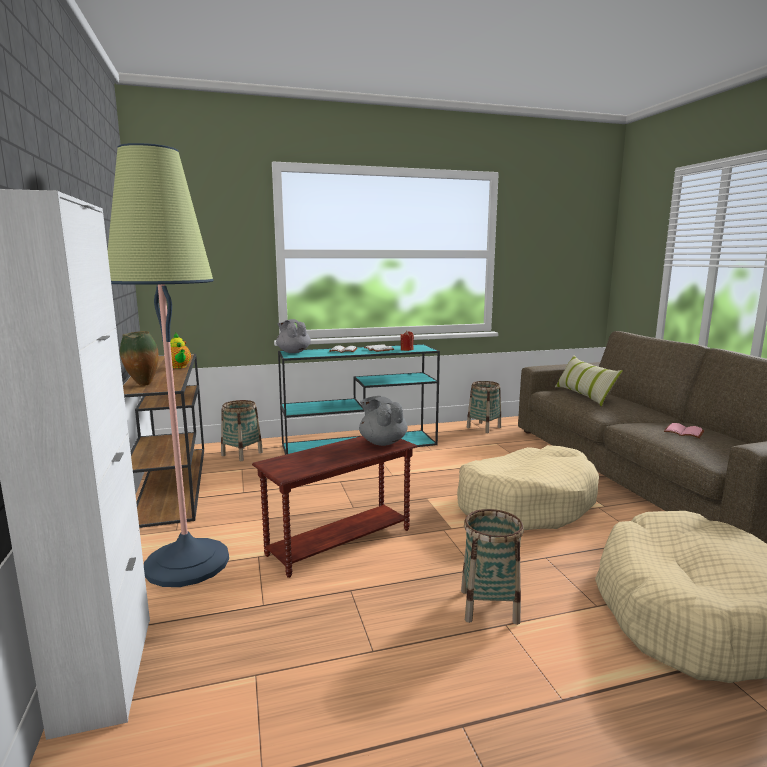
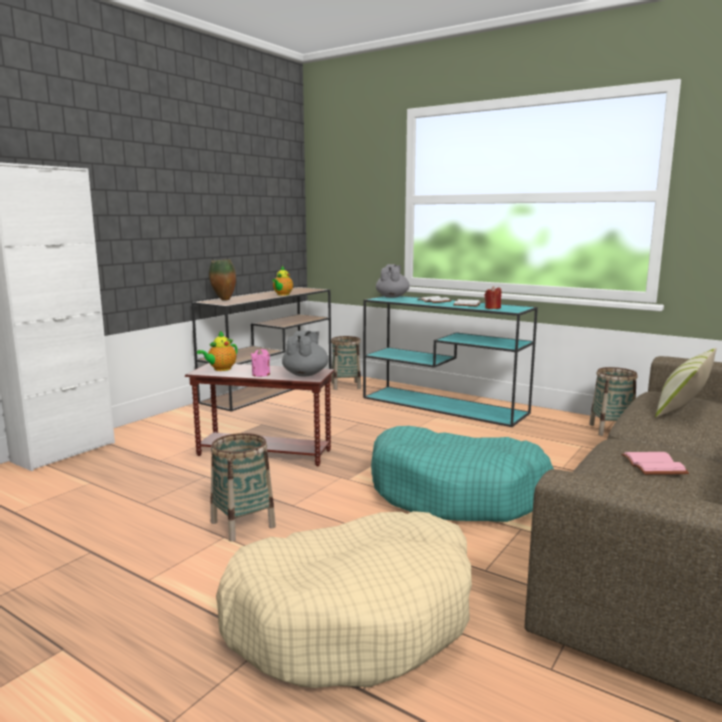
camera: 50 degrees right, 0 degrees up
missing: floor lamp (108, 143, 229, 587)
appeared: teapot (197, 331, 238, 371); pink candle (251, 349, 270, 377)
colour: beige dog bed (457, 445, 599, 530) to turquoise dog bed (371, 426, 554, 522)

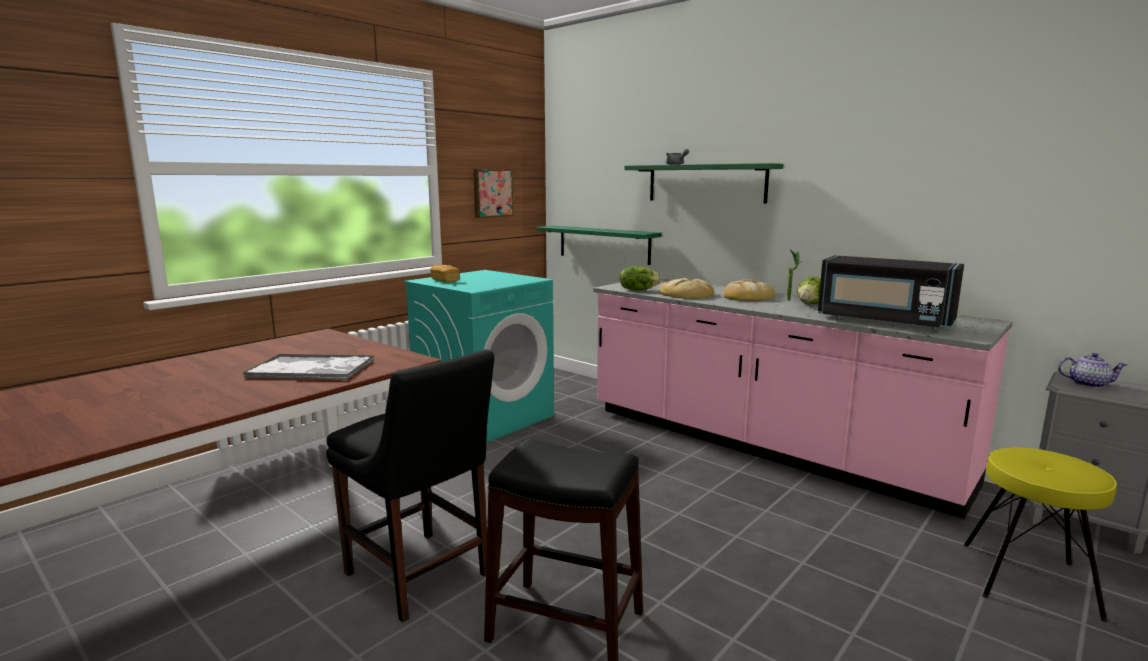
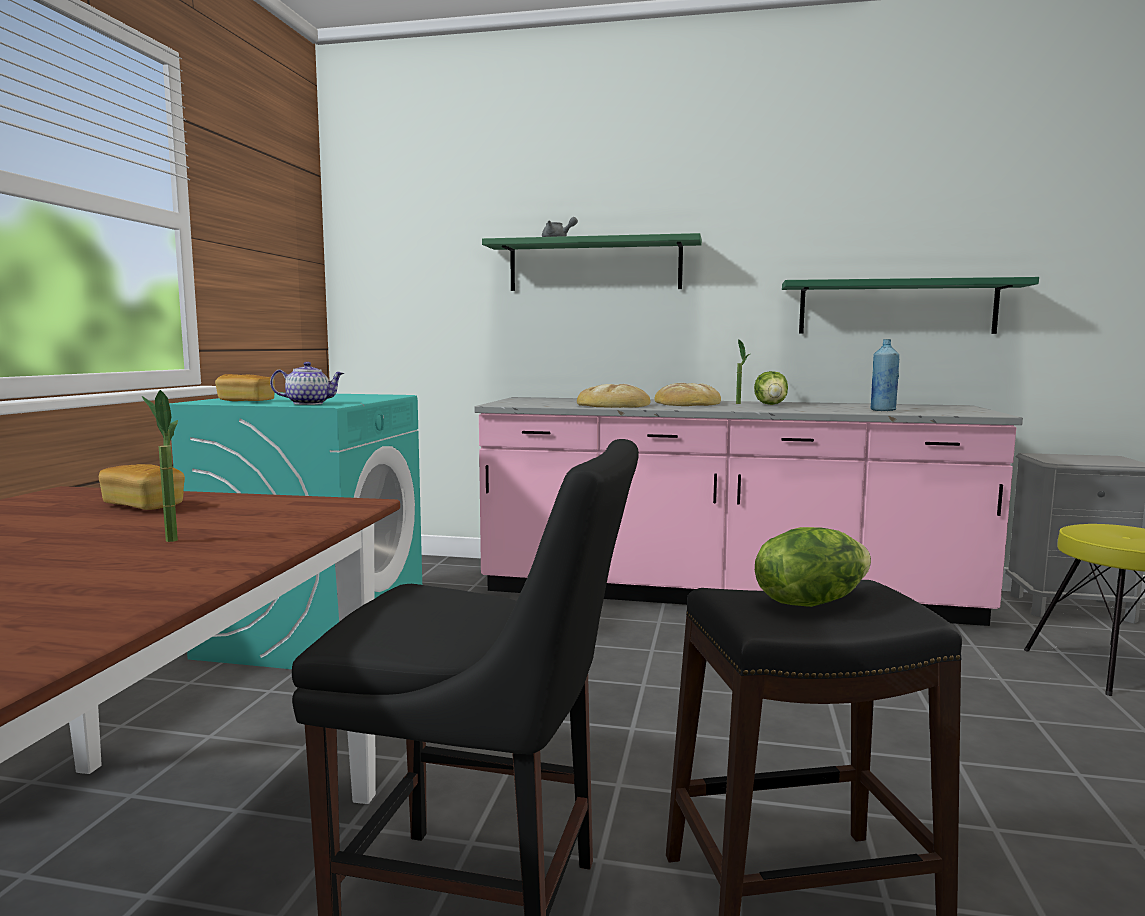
camera: 30 degrees left, 5 degrees down
missing: picture (473, 169, 514, 218)
appeared: bread (99, 464, 185, 510)
relocated: green shelf (536, 226, 662, 265) to (782, 277, 1039, 334); lettuce (620, 266, 661, 290) to (755, 527, 871, 607); teapot (1058, 353, 1128, 388) to (270, 362, 344, 405)
exchanged: tray (243, 354, 374, 380) to potted plant (142, 390, 178, 542); black microwave (818, 255, 964, 331) to blue bottle (871, 339, 899, 411)

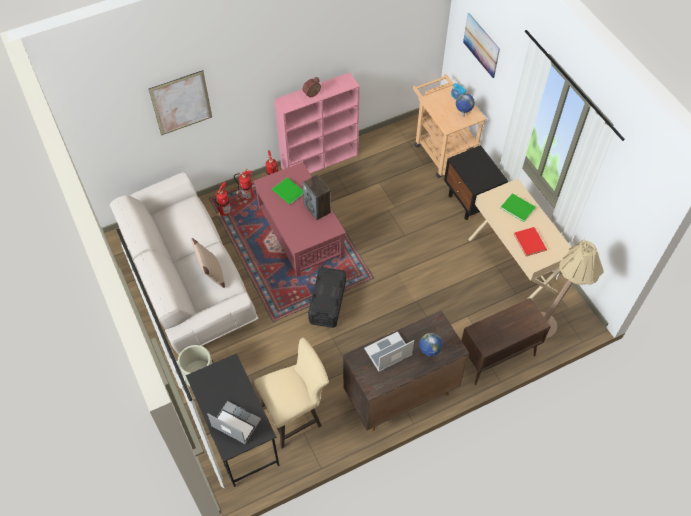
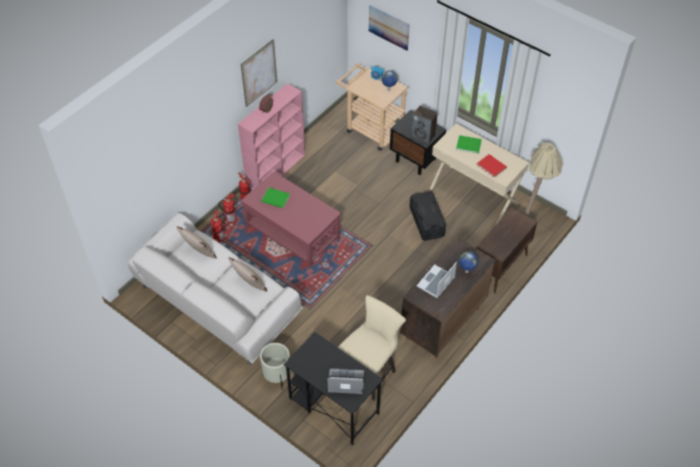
camera: 25 degrees left, 5 degrees down
appeared: beige pillow (177, 226, 217, 259)
relocated: picture (149, 70, 212, 135) to (241, 39, 277, 107); speaker (302, 175, 331, 220) to (411, 106, 438, 144); black storage box (308, 267, 346, 328) to (410, 191, 446, 241)

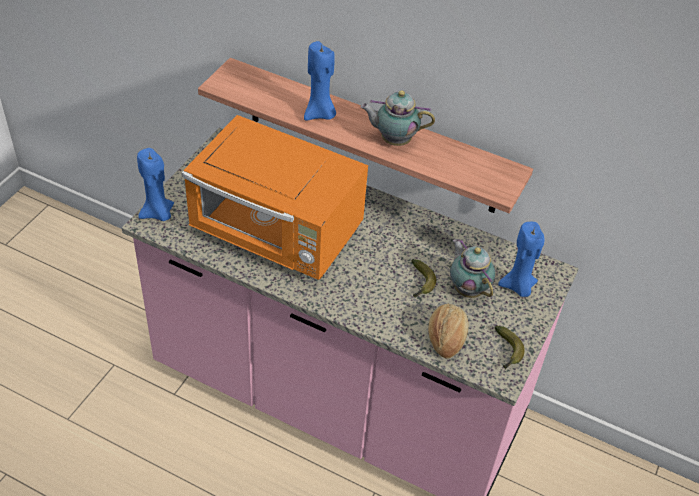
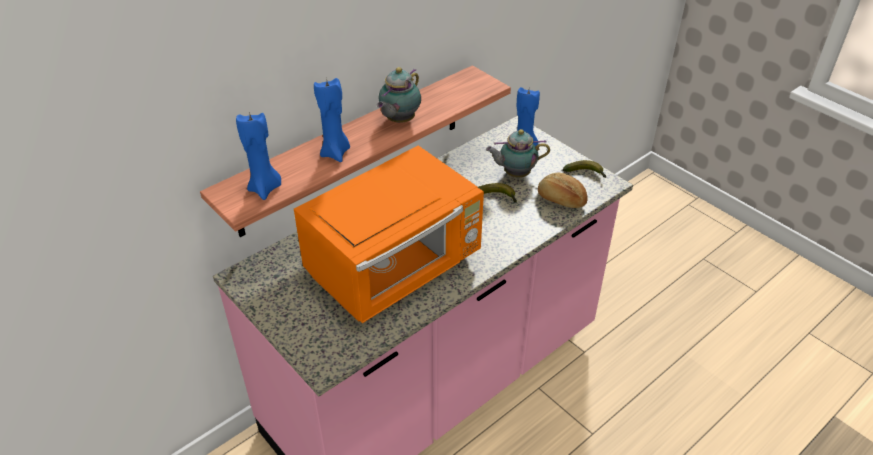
camera: 65 degrees left, 5 degrees down
relocated: blue candle (137, 148, 174, 221) to (236, 112, 281, 200)

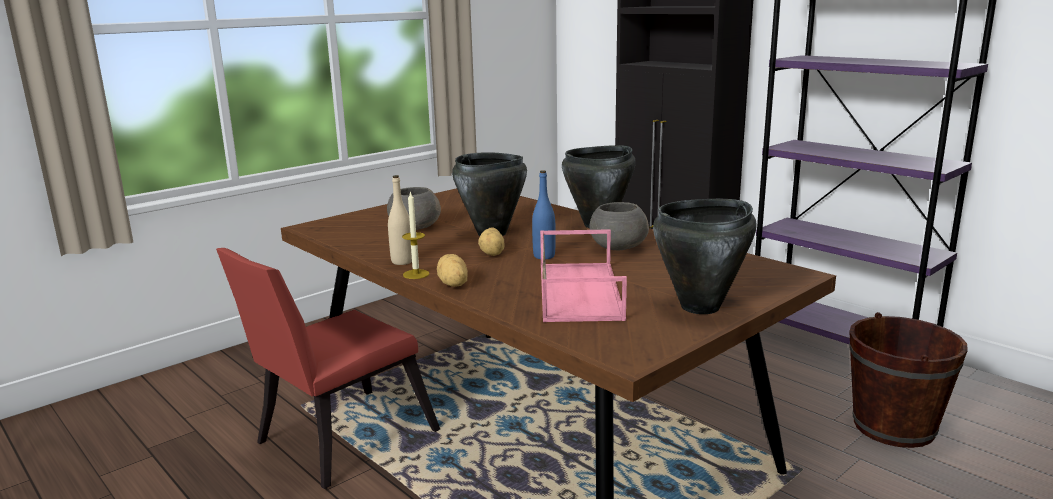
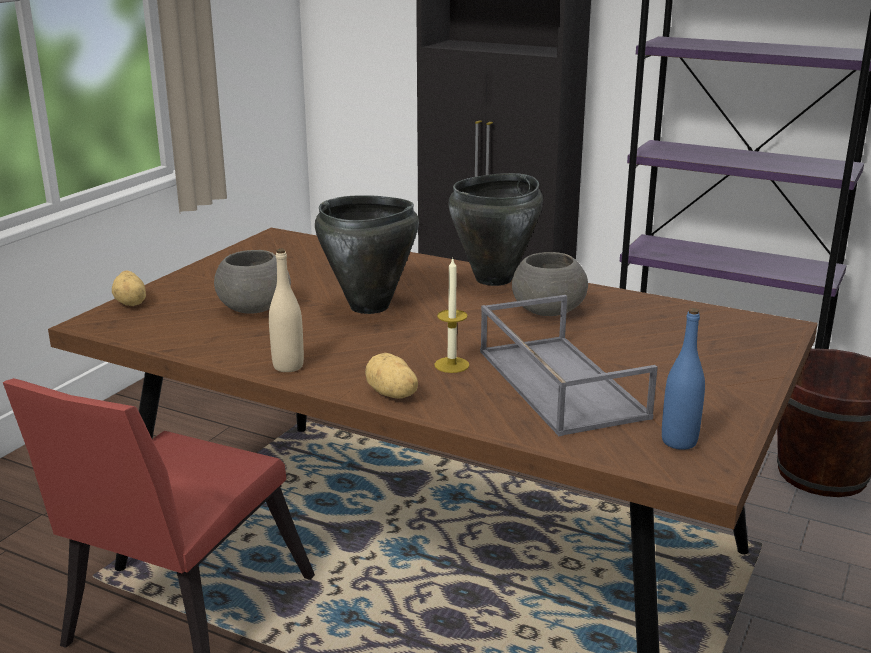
camera: 20 degrees left, 5 degrees up
missing: black cooking pot (653, 199, 757, 314)
relocated: candle (402, 191, 429, 279) to (434, 258, 470, 373); potato (478, 227, 504, 256) to (112, 271, 146, 306); blue bottle (532, 170, 556, 259) to (662, 308, 705, 450)
colour: pink tray (540, 229, 627, 322) to grey tray (480, 295, 658, 436)

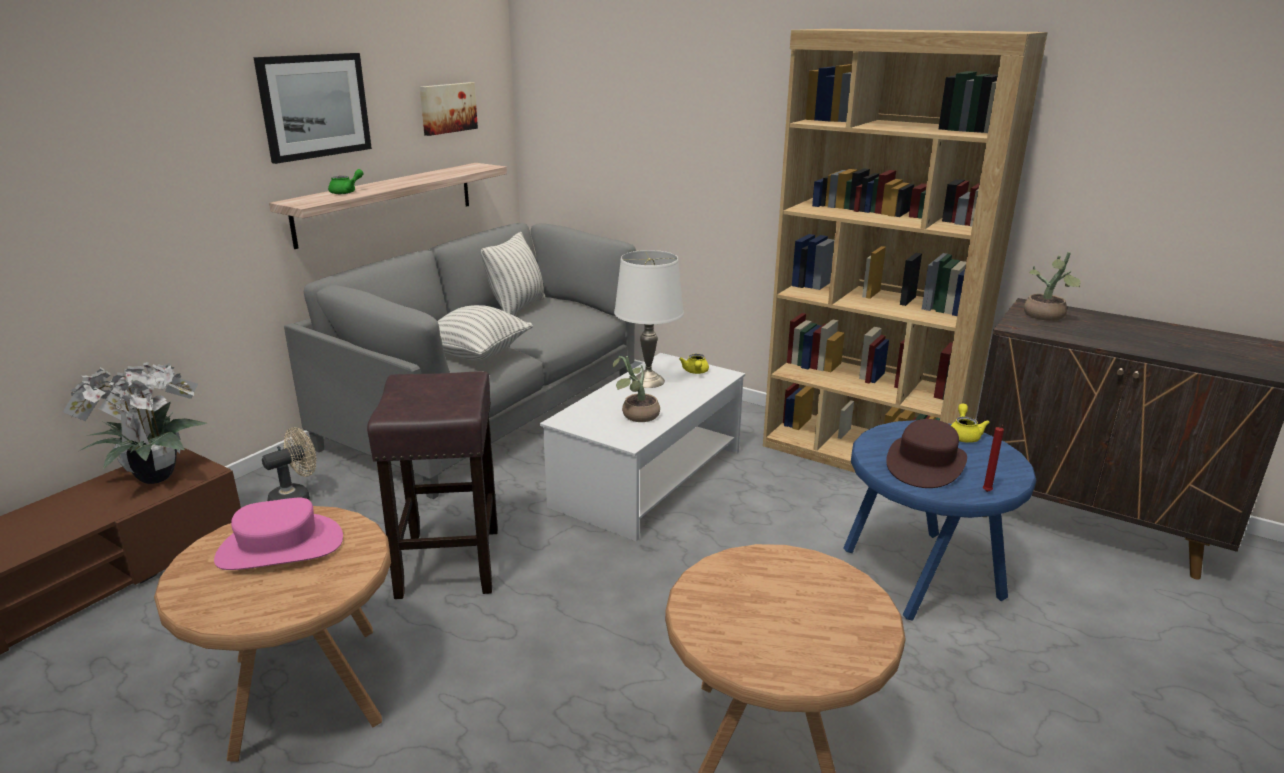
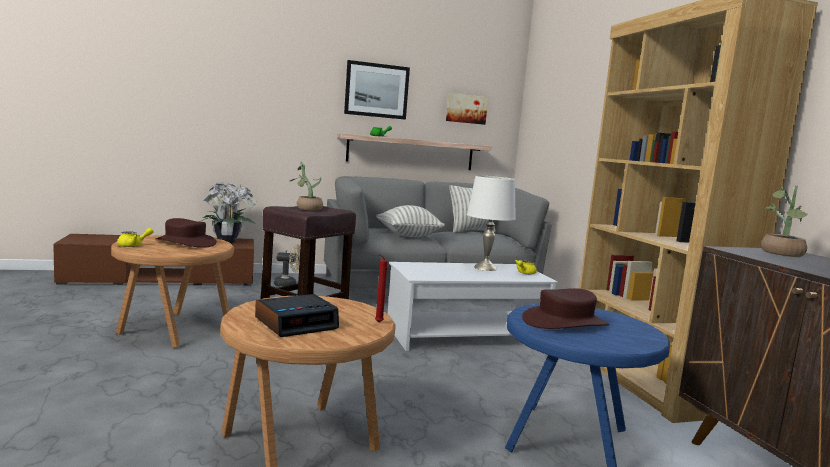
camera: 40 degrees right, 15 degrees down
appeared: alarm clock (255, 294, 339, 337)
relocated: potted plant (613, 356, 660, 422) to (290, 162, 323, 210); yellow teapot (951, 404, 990, 443) to (117, 228, 154, 247); red candle (983, 425, 1004, 492) to (375, 254, 387, 323)
colour: pink hat (214, 498, 343, 570) to brown hat (155, 218, 217, 248)

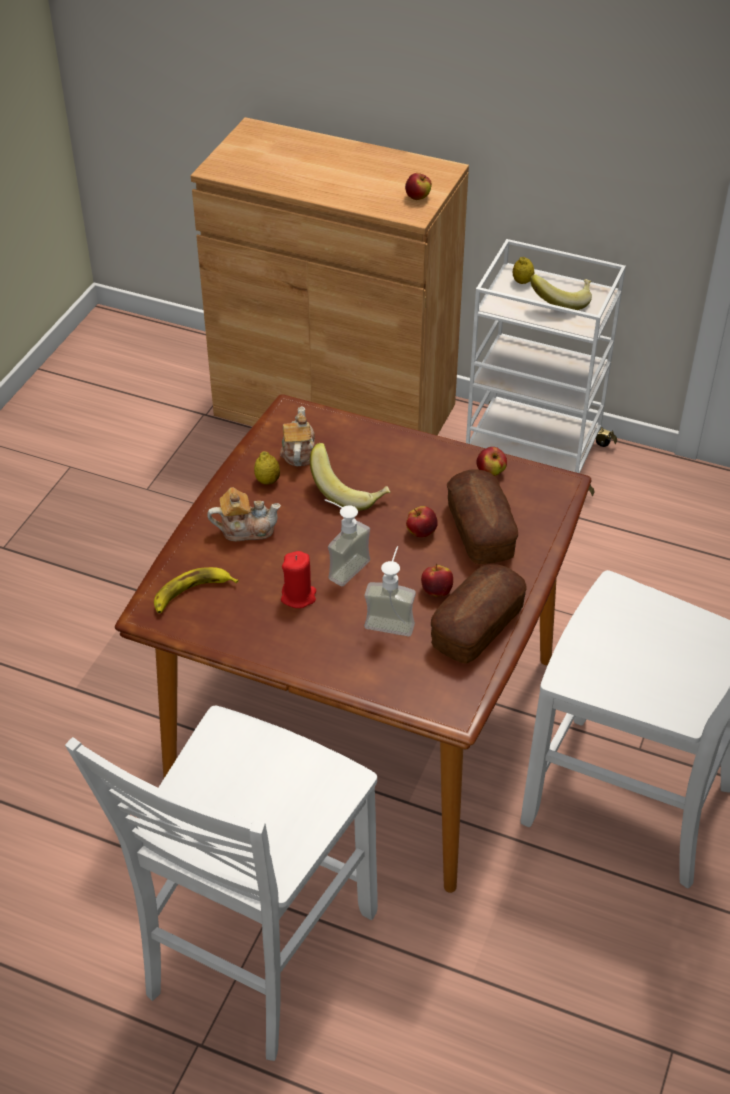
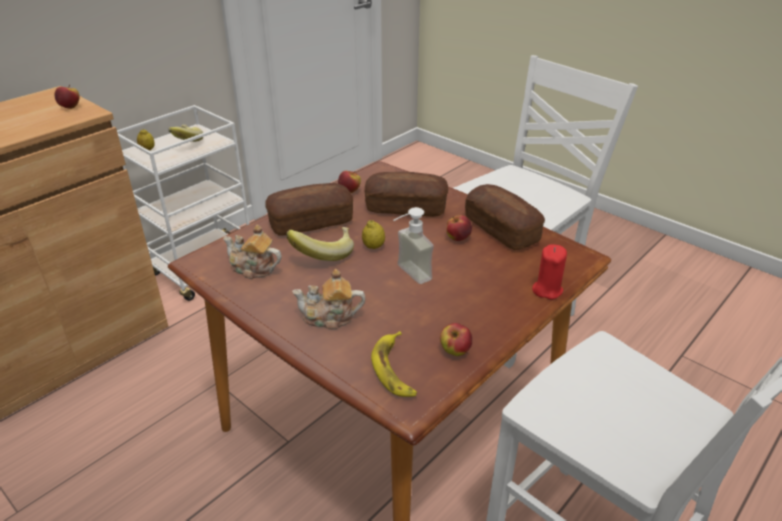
camera: 70 degrees left, 10 degrees down
missing: soap dispenser (364, 546, 416, 636)
appeared: bread (265, 183, 353, 235)
relocated: lemon (254, 451, 280, 485) to (362, 220, 385, 249); red candle (281, 551, 316, 608) to (532, 244, 567, 299); apple (406, 506, 438, 537) to (440, 323, 472, 356)
spun: teapot (207, 487, 281, 541) = (292, 269, 365, 330) 105 degrees counterclockwise

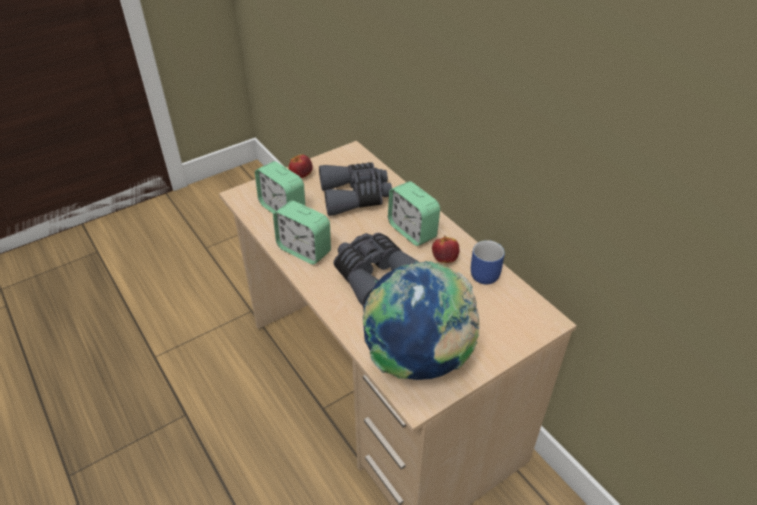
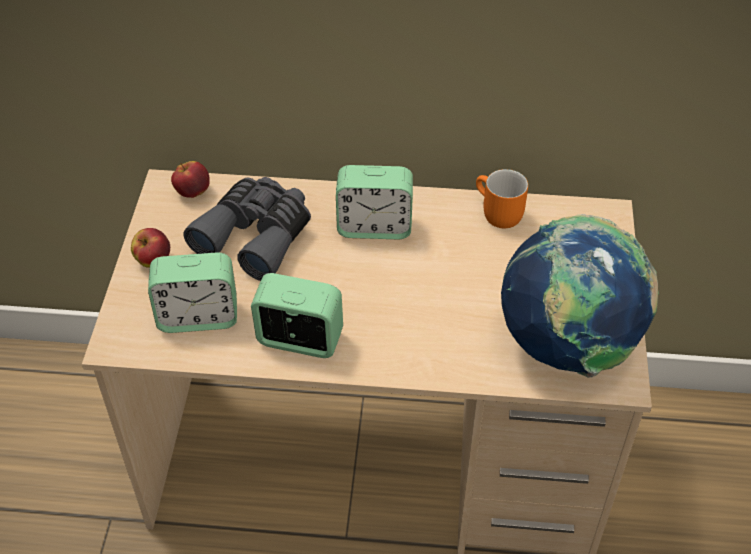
camera: 50 degrees left, 5 degrees up
missing: grey binoculars (334, 233, 419, 307)
relocated: apple (432, 235, 459, 263) to (171, 161, 210, 198)
colour: blue mug (471, 240, 505, 284) to orange mug (476, 169, 528, 228)
spun: alarm clock (273, 201, 331, 265) = (251, 273, 343, 358) 150 degrees counterclockwise

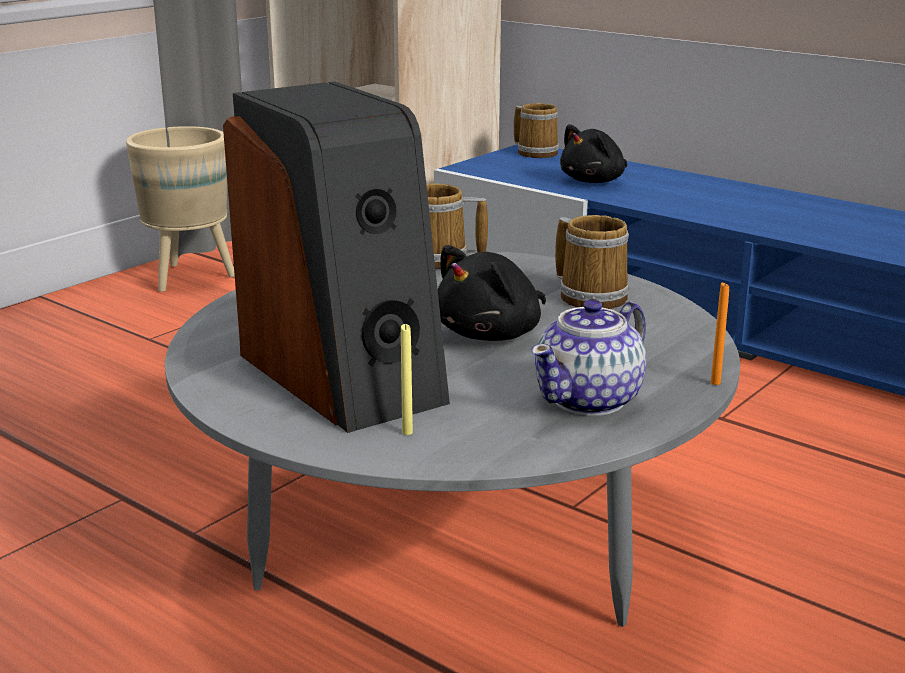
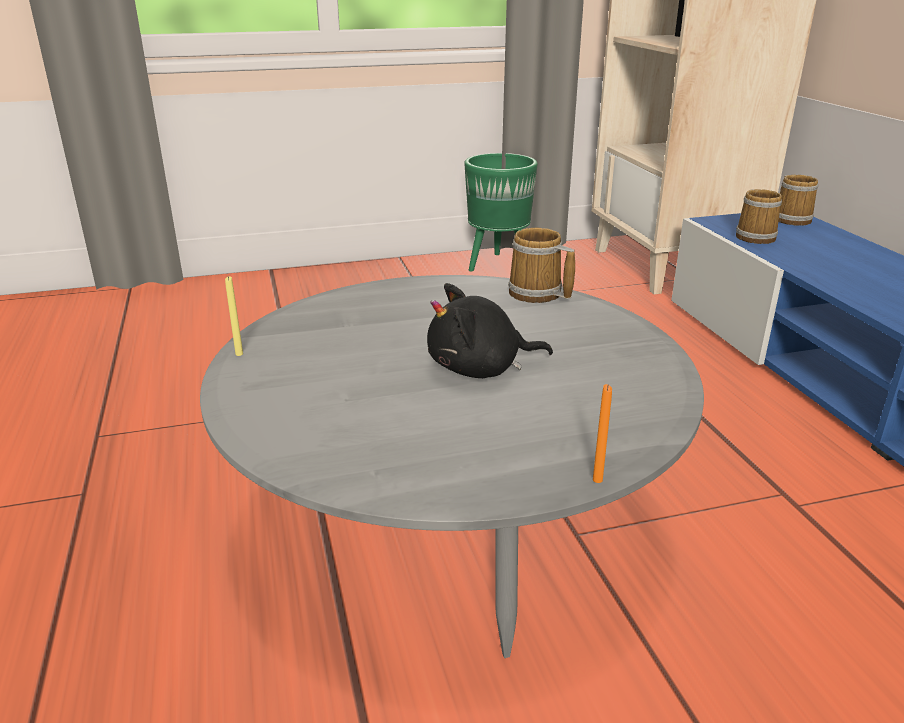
camera: 35 degrees right, 5 degrees up
missing: speaker (223, 82, 450, 433); teapot (531, 299, 646, 416); black plush toy (560, 124, 627, 183)
relocated: yellow candle (401, 324, 413, 435) to (225, 276, 243, 356); mug (555, 215, 629, 309) to (736, 189, 782, 244)
colour: beige planter (126, 126, 235, 292) to green planter (464, 153, 538, 271)

